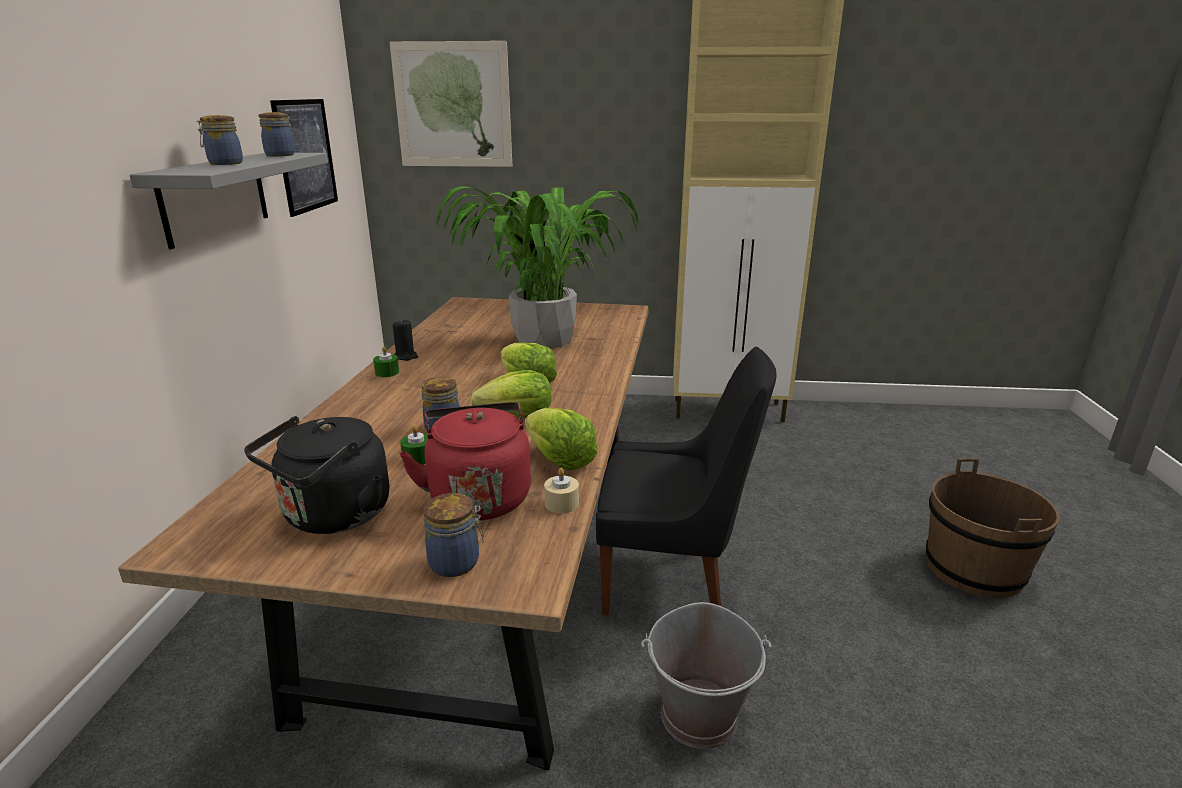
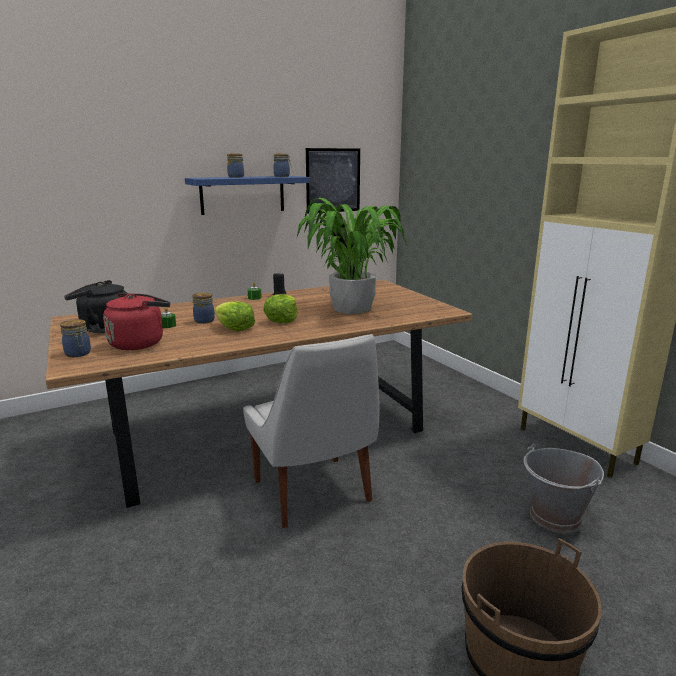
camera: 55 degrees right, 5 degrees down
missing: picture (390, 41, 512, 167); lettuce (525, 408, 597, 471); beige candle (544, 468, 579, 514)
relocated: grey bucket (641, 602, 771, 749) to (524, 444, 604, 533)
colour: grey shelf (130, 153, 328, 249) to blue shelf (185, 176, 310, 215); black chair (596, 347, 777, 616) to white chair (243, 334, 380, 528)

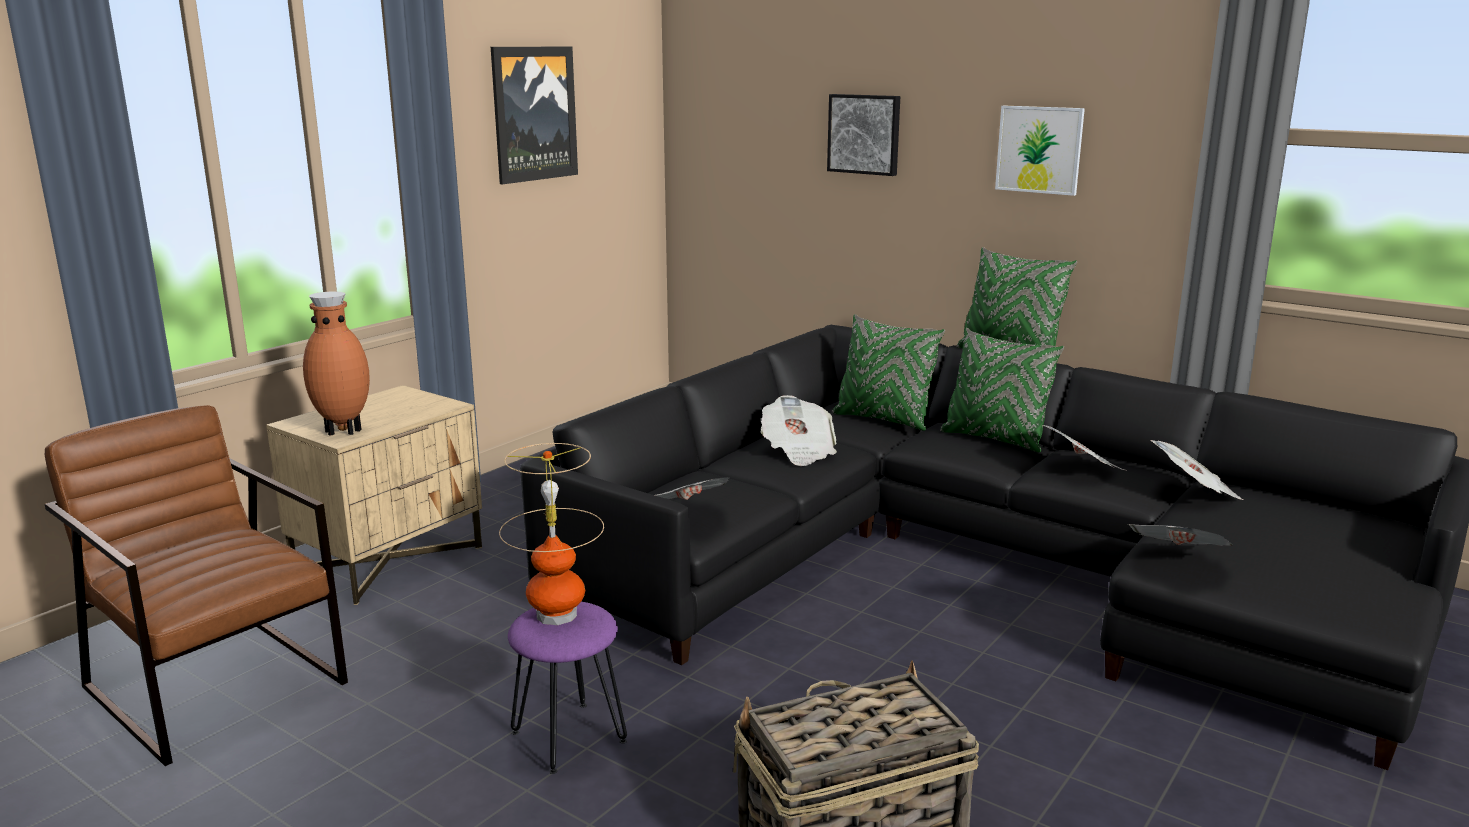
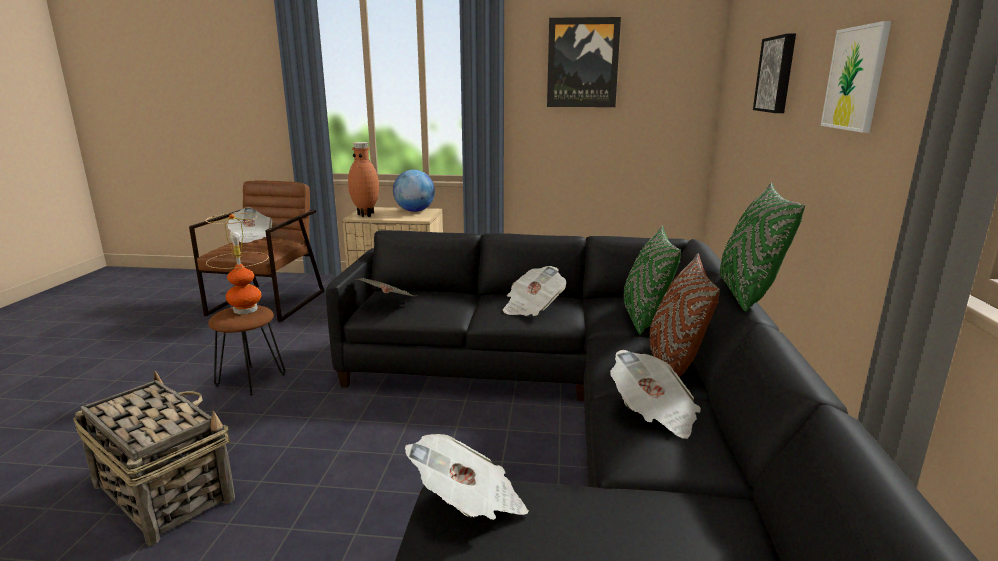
camera: 60 degrees right, 0 degrees up
appeared: globe (393, 170, 435, 212)
relocated: newspaper (1151, 440, 1244, 500) to (226, 207, 272, 243)
colour: purple stool (508, 602, 627, 774) to brown stool (208, 305, 286, 396); green pillow (940, 328, 1064, 452) to brown pillow (649, 254, 720, 377)

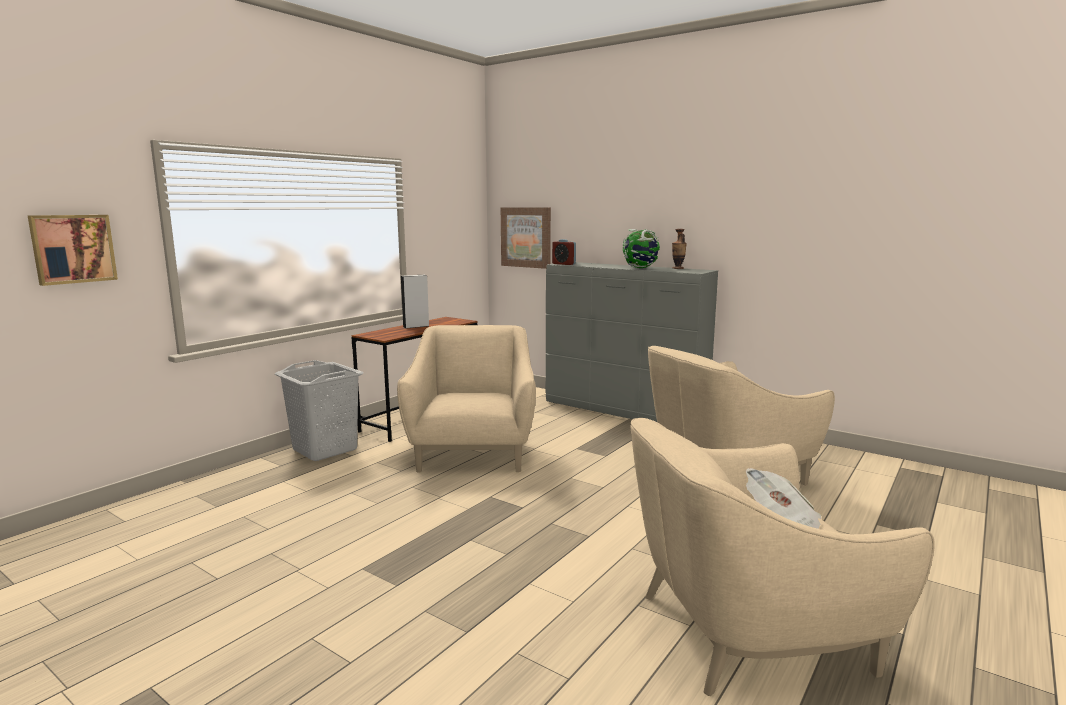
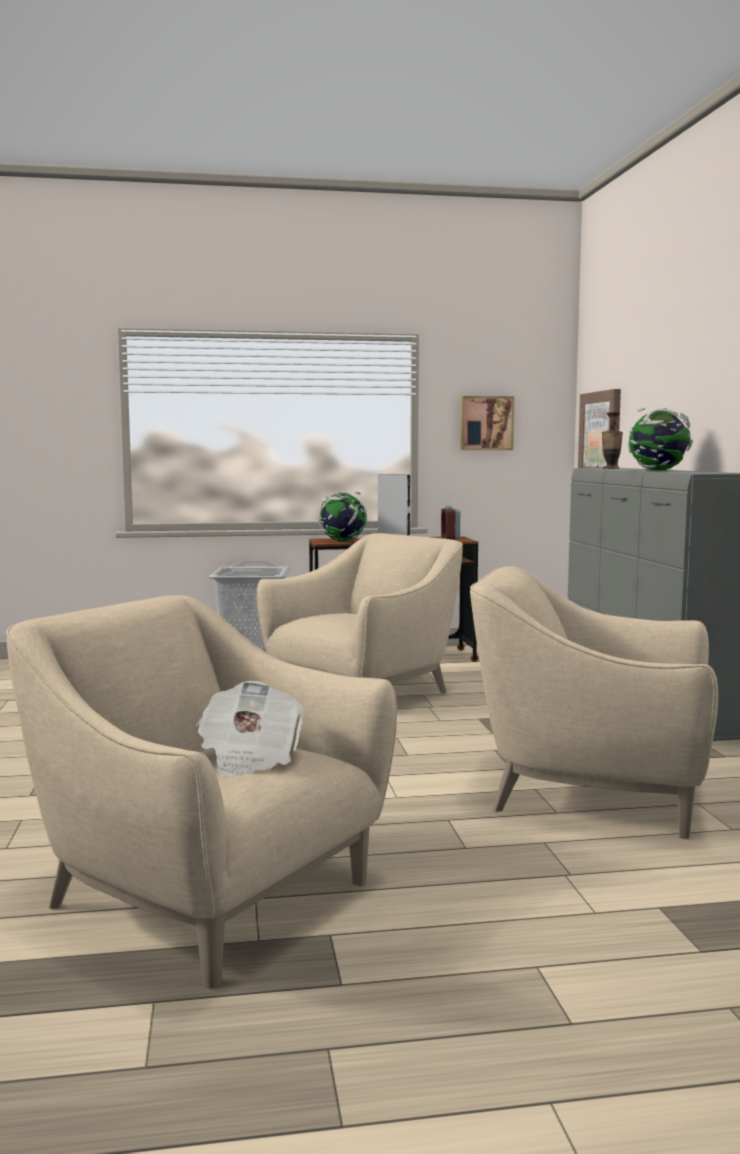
camera: 45 degrees right, 5 degrees down
appeared: globe (318, 492, 367, 542)
relocated: picture (28, 215, 118, 286) to (460, 396, 514, 450); alarm clock (552, 239, 576, 265) to (441, 506, 460, 540); vase (672, 229, 687, 269) to (602, 412, 623, 469)

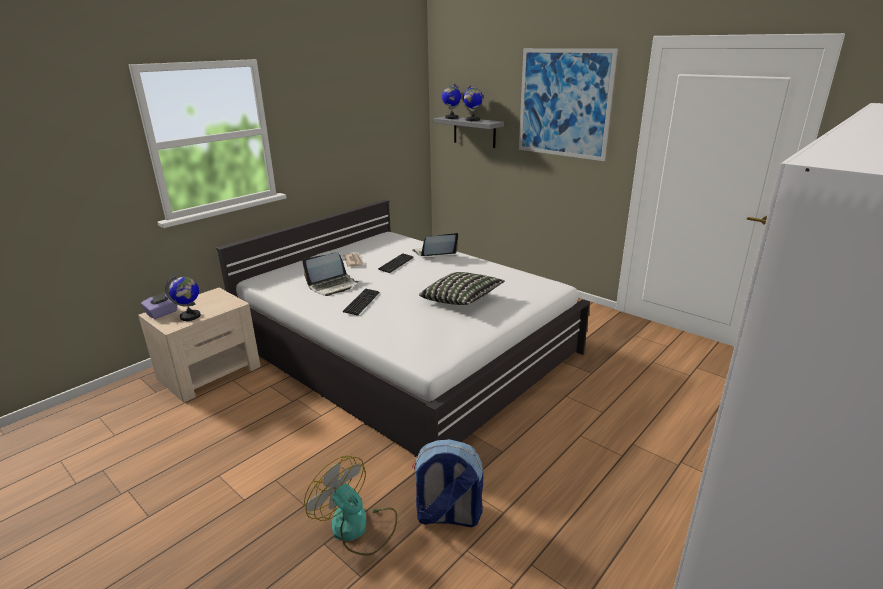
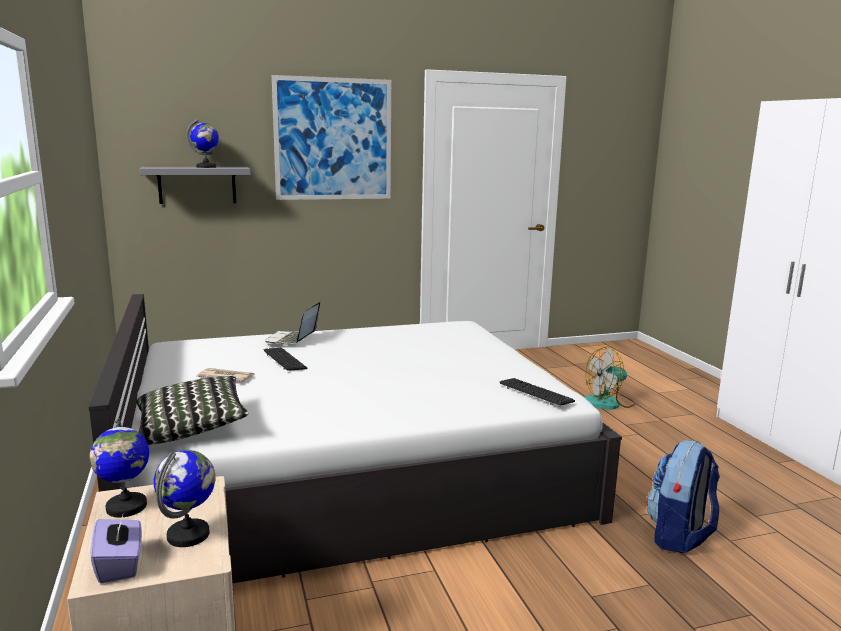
camera: 60 degrees left, 10 degrees down
missing: laptop (303, 252, 358, 296)
relocated: fan (304, 456, 397, 556) to (584, 346, 636, 410); keyboard (343, 289, 379, 316) to (500, 378, 575, 406); pillow (419, 272, 505, 305) to (136, 376, 249, 445); globe (442, 83, 461, 119) to (90, 418, 149, 518)

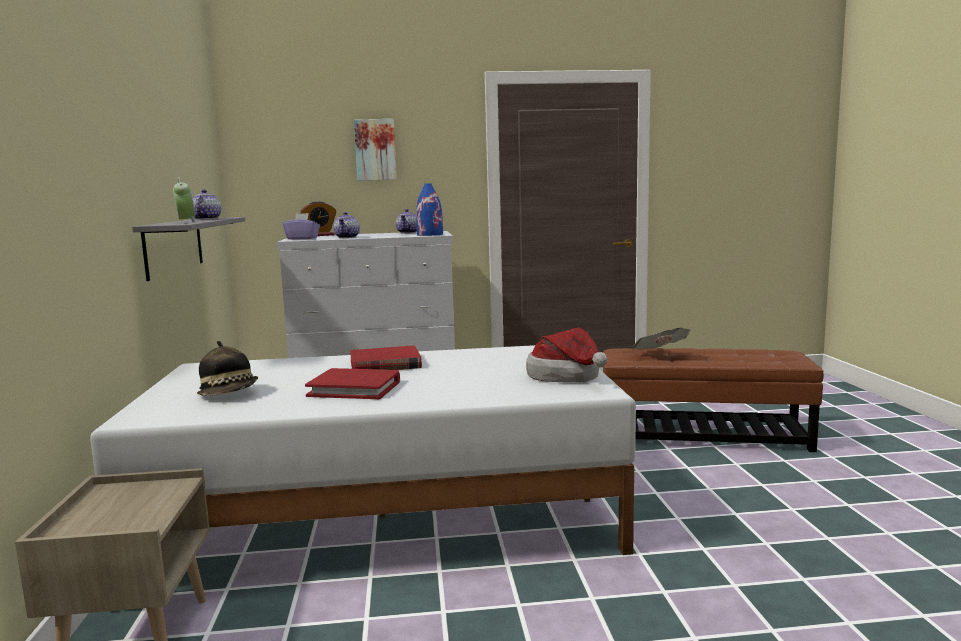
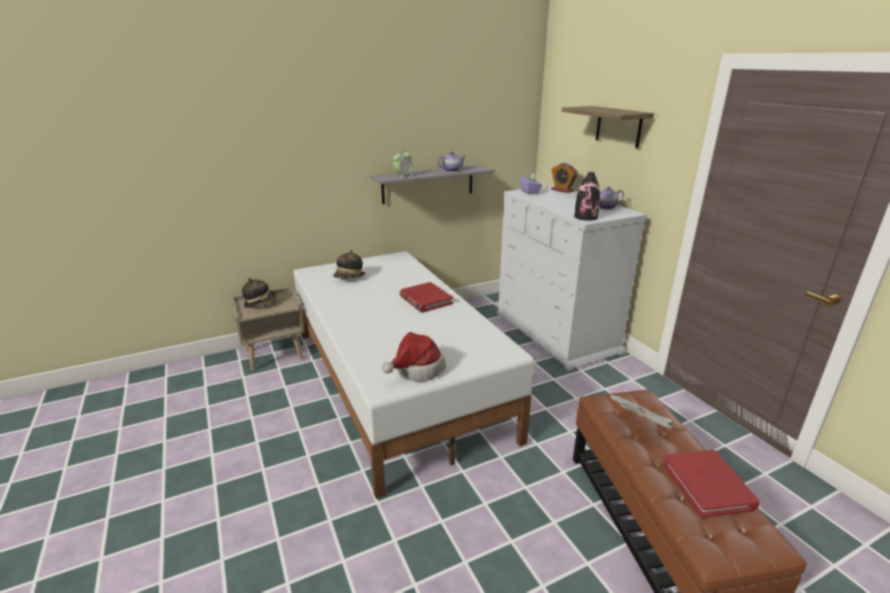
camera: 70 degrees right, 15 degrees up
missing: teapot (334, 212, 360, 238)
appeared: hat (242, 278, 277, 308)
relocated: red book (305, 368, 400, 399) to (662, 450, 759, 518)
exchanged: picture (354, 119, 397, 181) to shelf (562, 106, 654, 149)
colour: blue vase (416, 183, 443, 236) to black vase (574, 172, 600, 221)

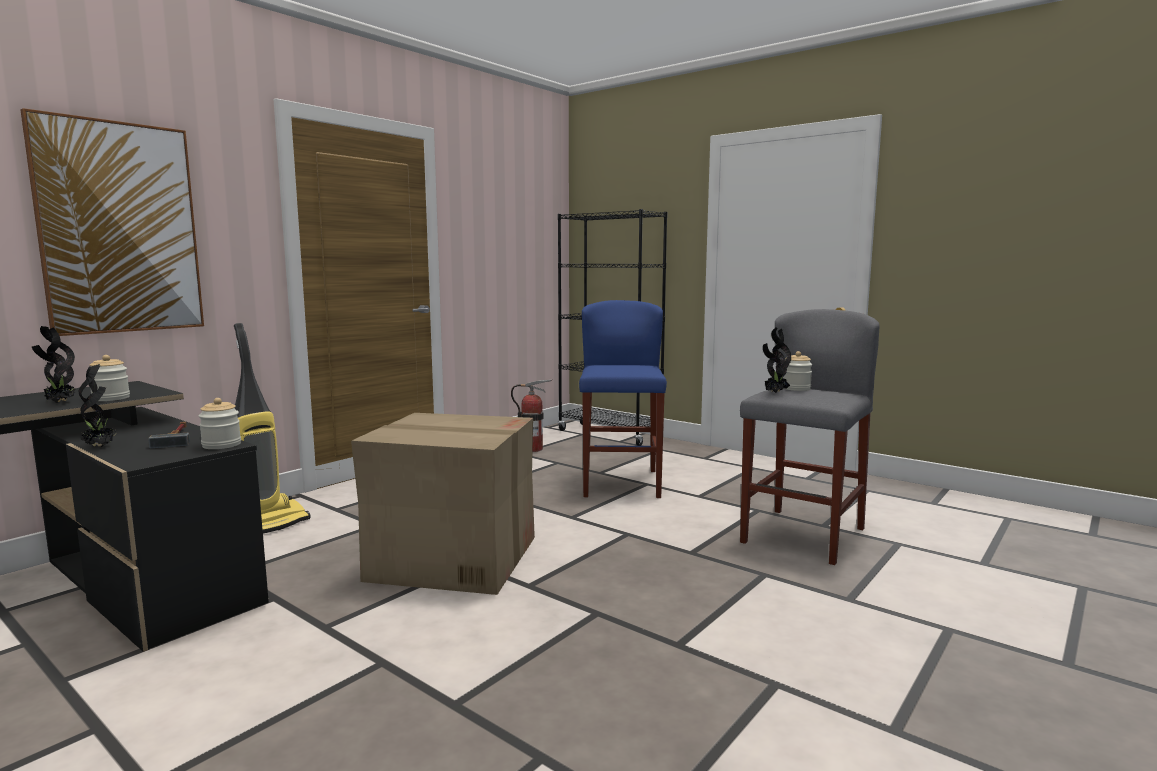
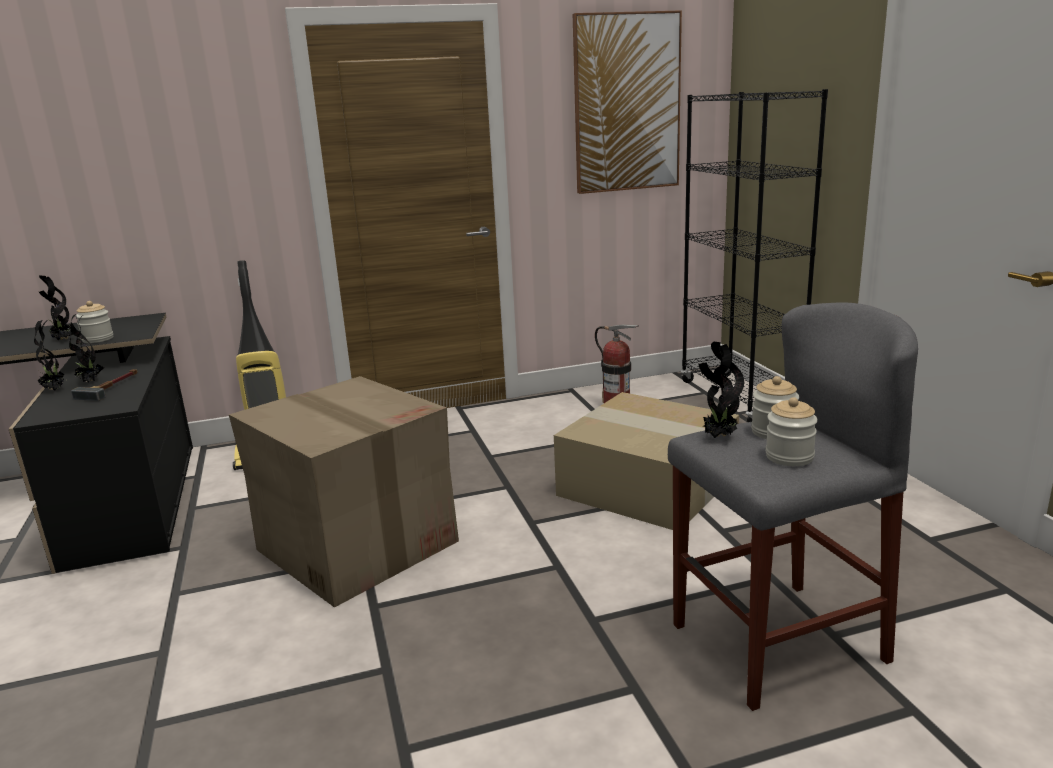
camera: 35 degrees right, 10 degrees up
appeared: potted plant (69, 314, 104, 383)
relocated: picture (21, 108, 204, 336) to (573, 10, 682, 194); jar (199, 398, 241, 449) to (765, 397, 818, 466)
exchanged: blue stool (579, 300, 667, 498) to cardboard box (554, 392, 739, 530)

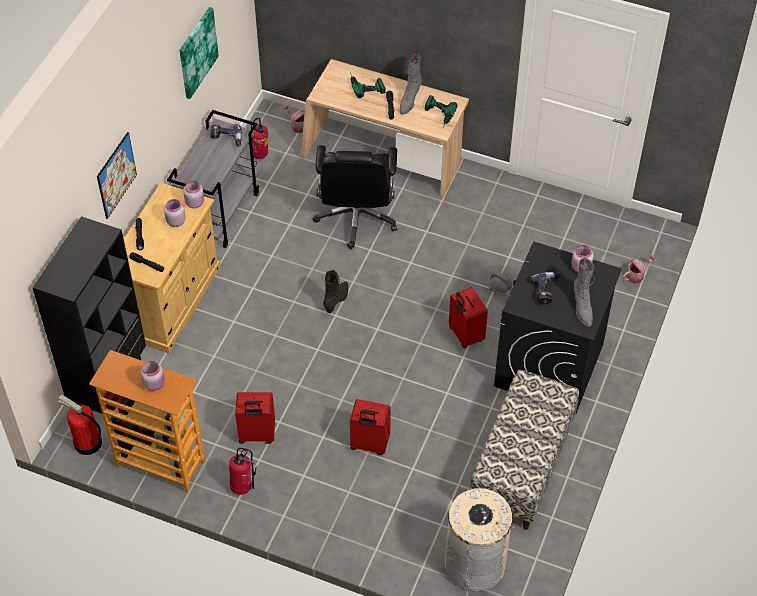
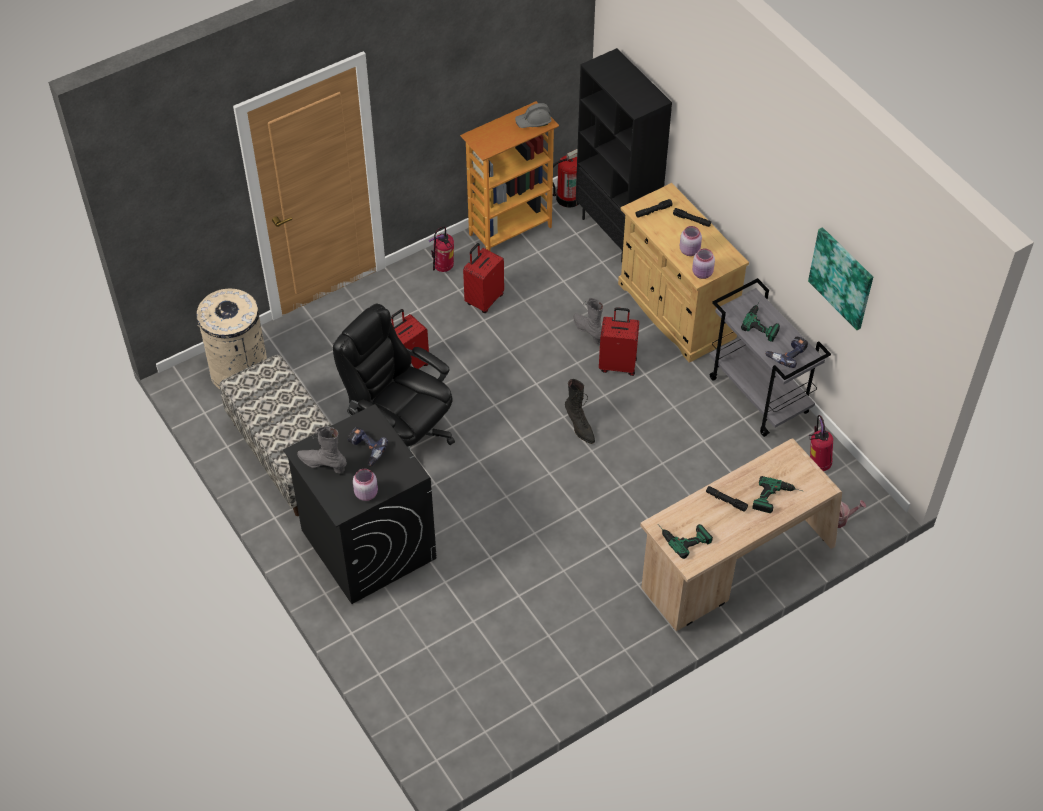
camera: 125 degrees right, 0 degrees up
missing: picture (97, 132, 137, 219); pink jar (141, 361, 165, 391); watering can (623, 254, 656, 284)
appeared: power drill (741, 301, 780, 342)
relocated: black office chair (313, 145, 397, 249) to (333, 303, 455, 451); grey boot (400, 54, 422, 115) to (573, 298, 604, 344); red suitcase (449, 287, 488, 348) to (599, 307, 639, 376); grey hard hat (487, 271, 514, 297) to (515, 103, 552, 128)

